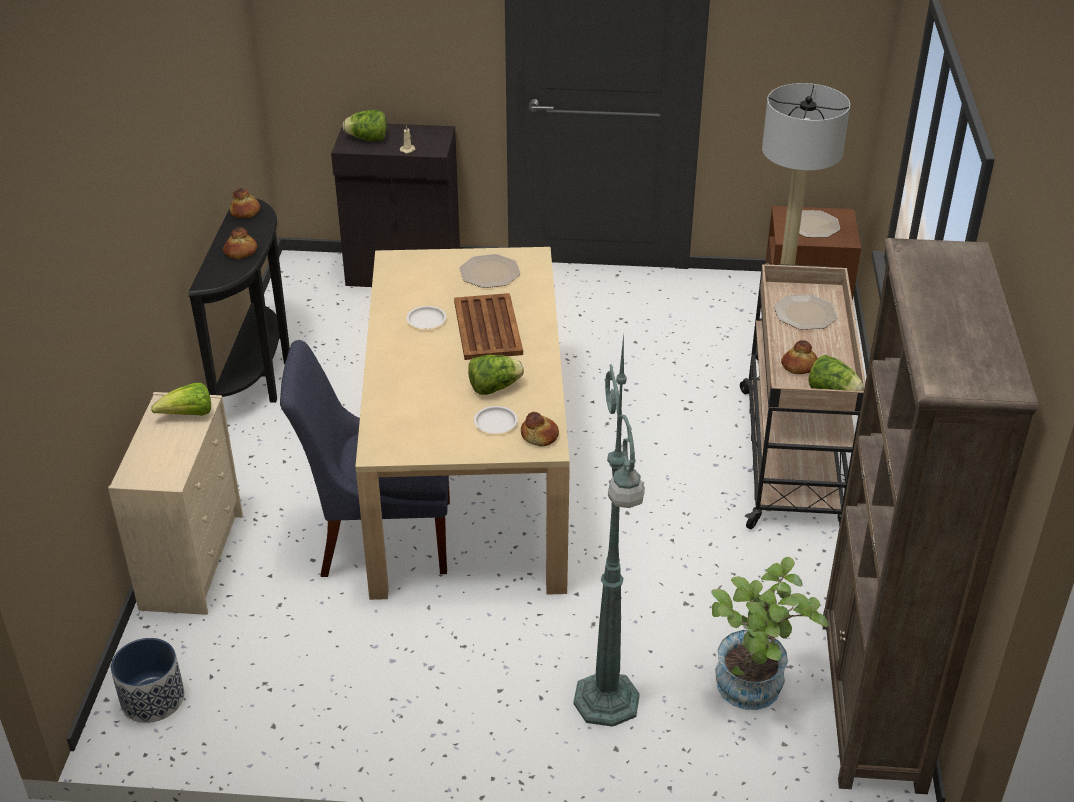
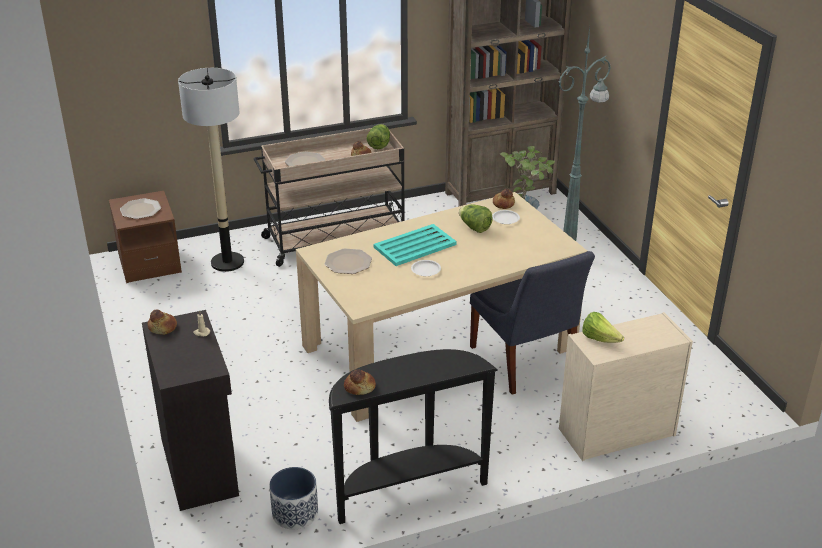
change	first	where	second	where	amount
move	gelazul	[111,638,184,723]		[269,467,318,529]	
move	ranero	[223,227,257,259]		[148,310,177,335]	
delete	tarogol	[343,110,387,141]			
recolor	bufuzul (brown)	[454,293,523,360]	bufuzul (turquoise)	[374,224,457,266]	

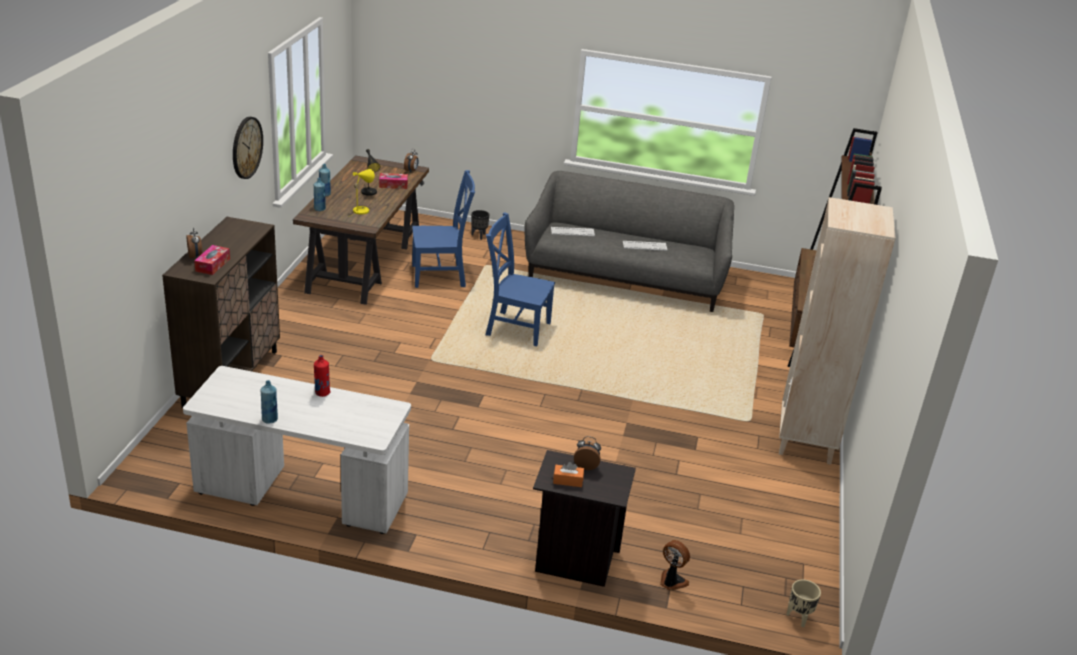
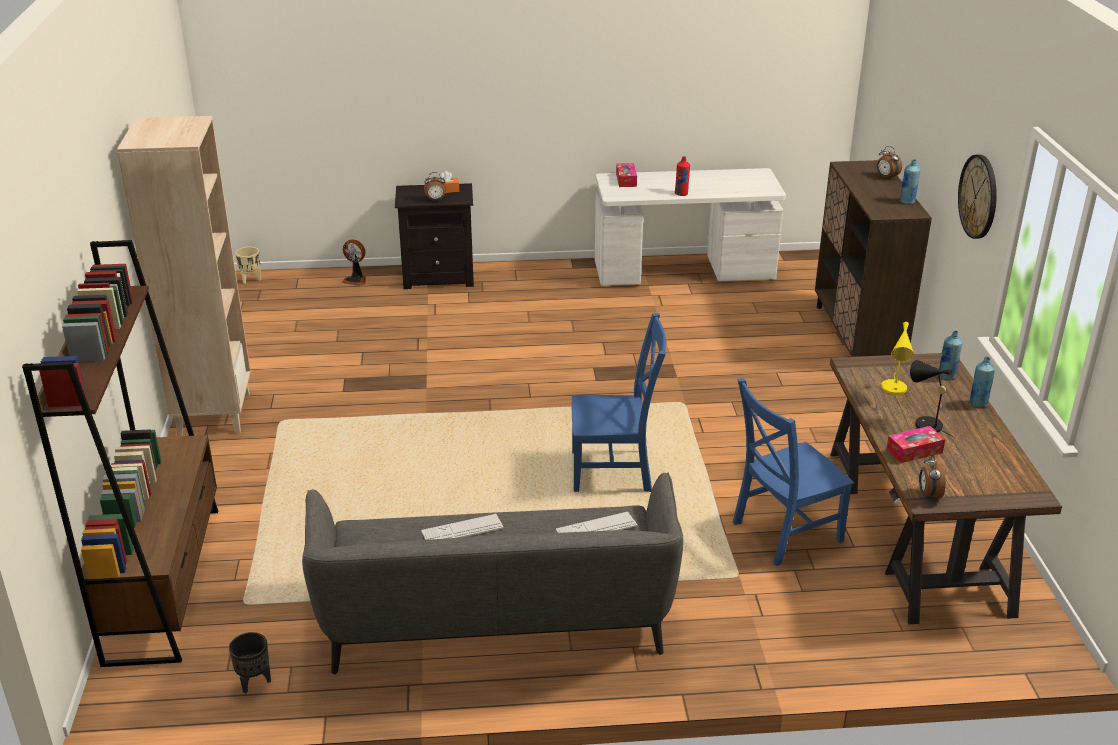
change	first	where	second	where	amount
move	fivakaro	[194,245,230,275]		[616,163,637,187]	
move	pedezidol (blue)	[260,380,278,424]		[900,159,920,204]	
move	gelazul (black)	[471,210,489,240]		[229,632,271,693]	

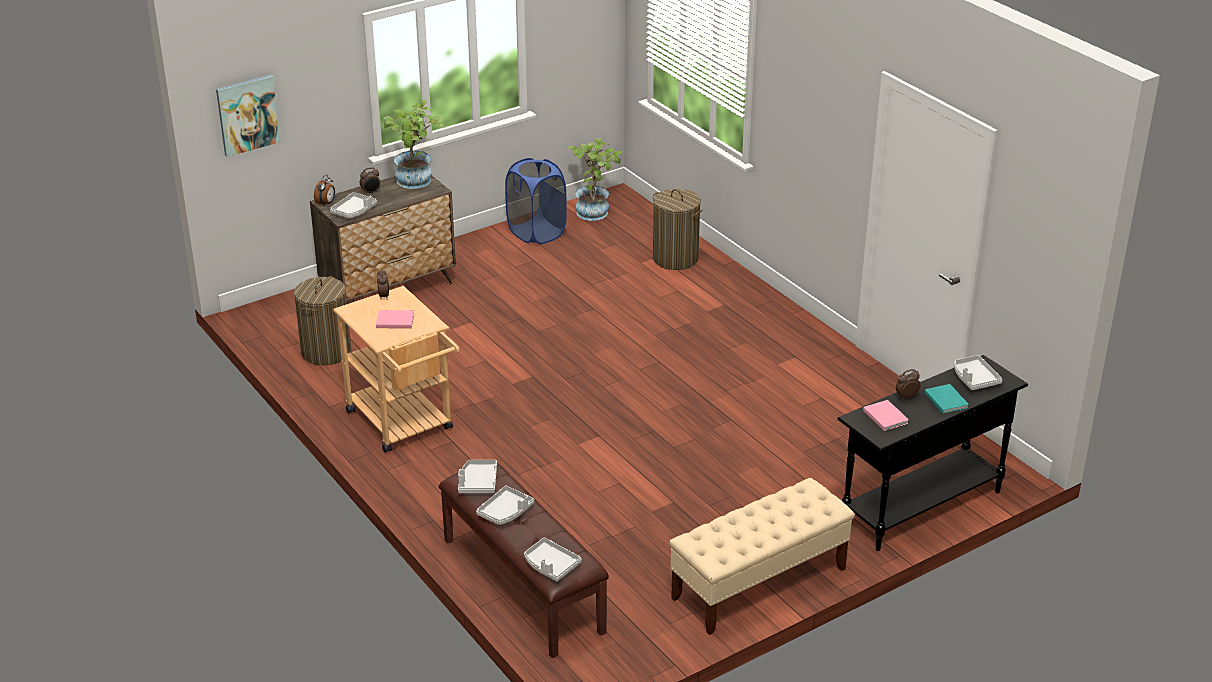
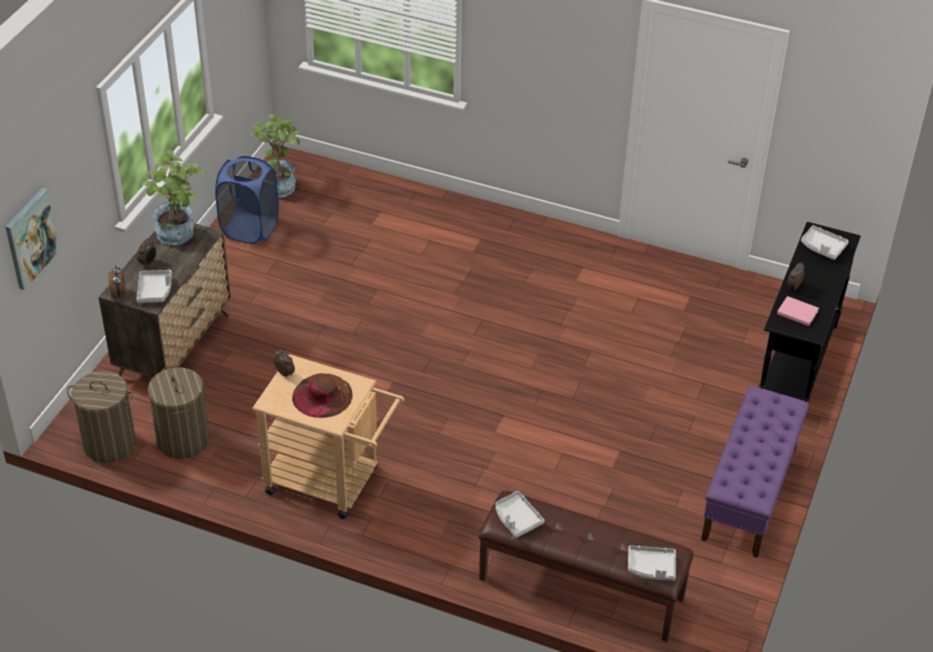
change	first	where	second	where	amount
replace	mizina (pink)	[376,310,414,329]	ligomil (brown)	[292,373,353,418]	
delete	bufuzul (grey)	[476,486,534,525]			
move	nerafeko	[653,189,703,270]		[67,371,136,463]	
recolor	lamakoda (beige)	[669,478,855,635]	lamakoda (purple)	[701,386,809,558]	
delete	mizina (turquoise)	[925,384,969,414]			

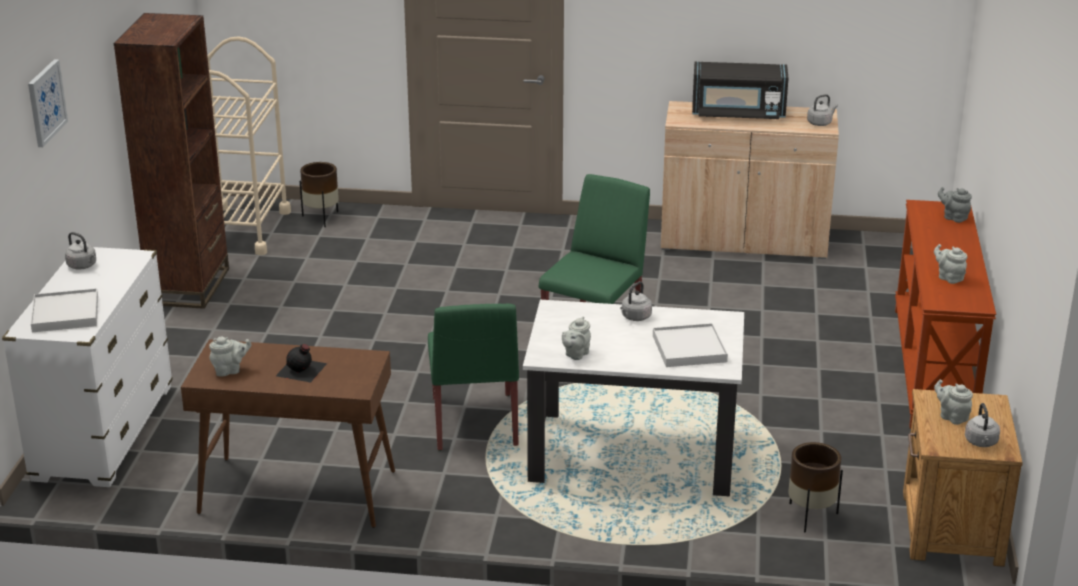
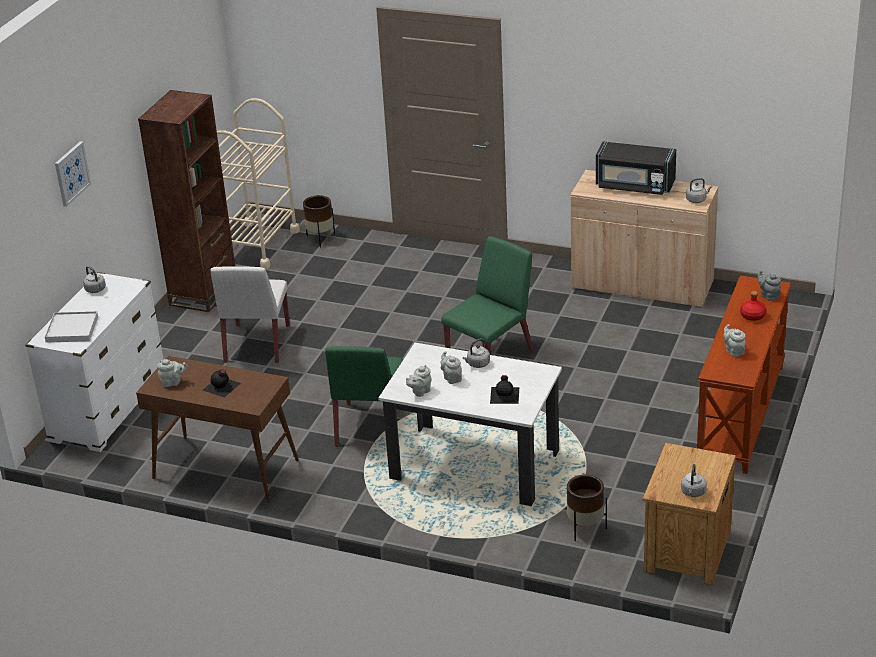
change	first	where	second	where	amount
replace	bufuzul (white)	[653,323,728,367]	pedezidol (black)	[490,375,519,404]	
move	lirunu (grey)	[934,379,973,425]		[440,351,462,384]	
insert			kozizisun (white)	[211,266,290,363]	
insert			pedezidol (red)	[740,291,766,321]	

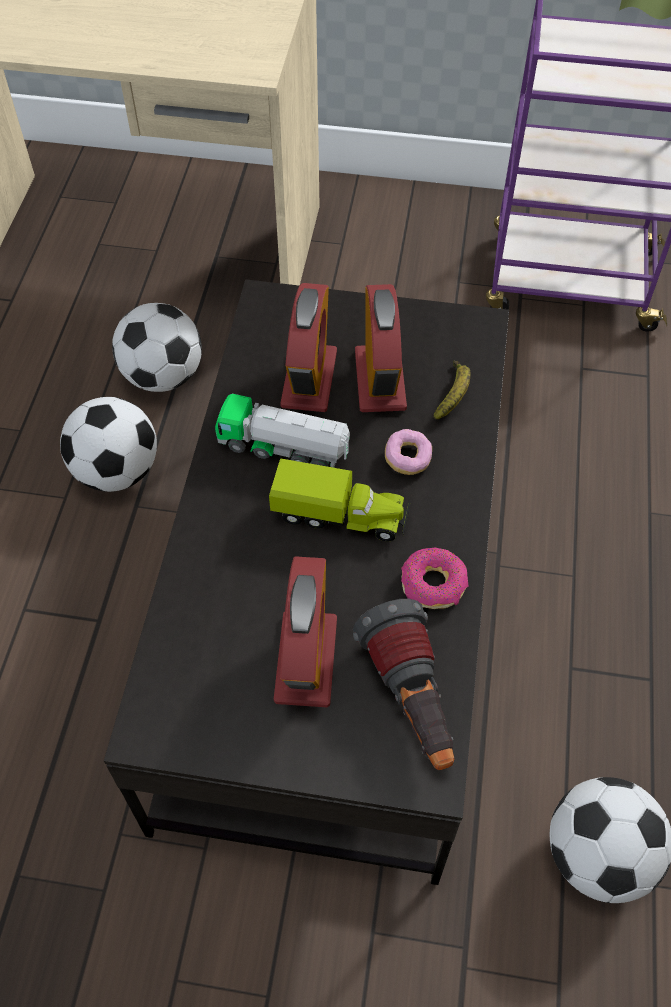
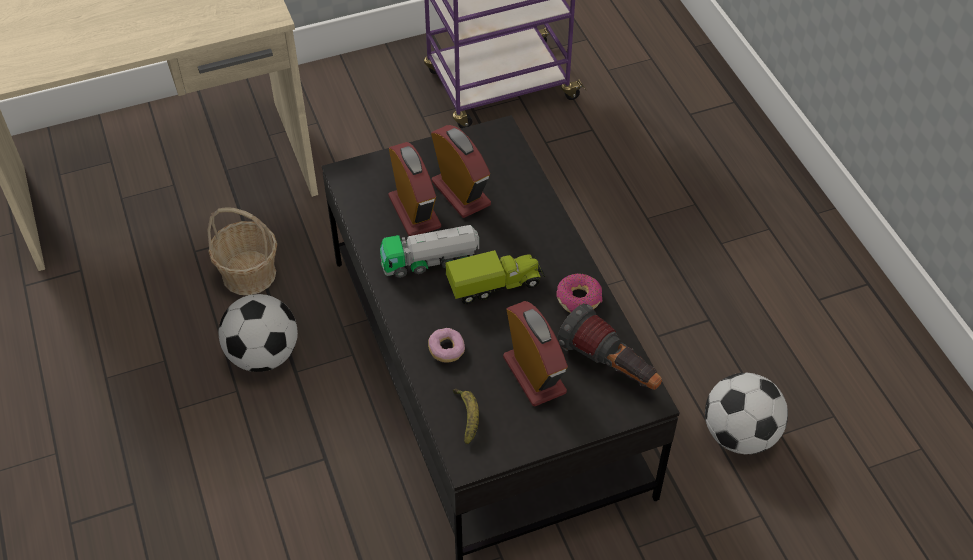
change	first	where	second	where	amount
replace	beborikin	[112,303,202,392]	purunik	[207,207,277,295]	
move	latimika	[385,429,432,475]		[428,328,465,362]	
move	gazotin	[433,361,470,419]		[453,388,479,444]	

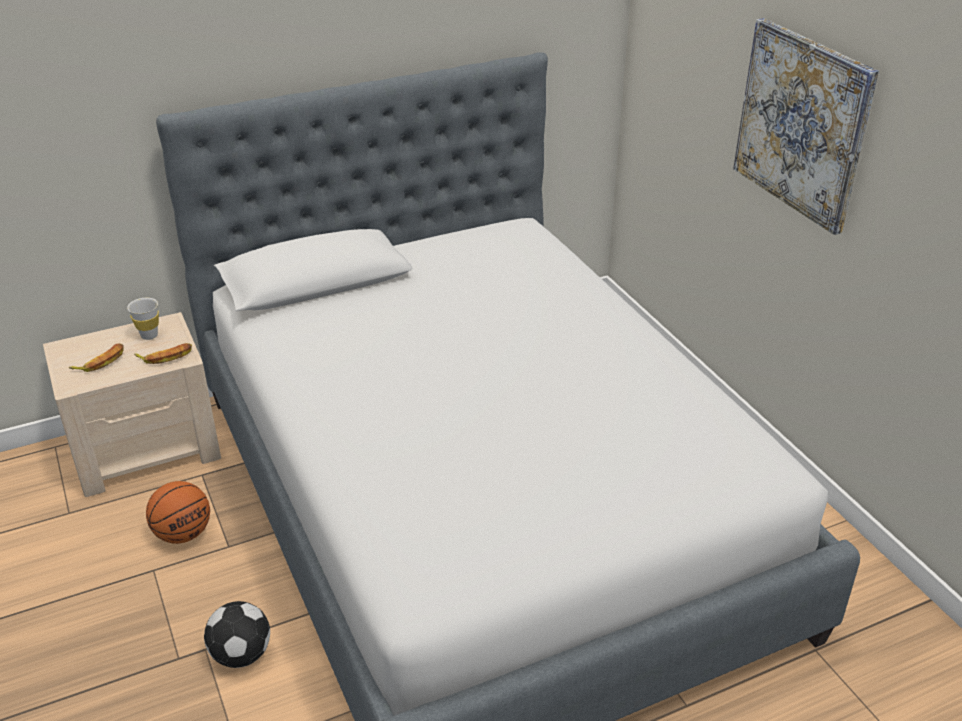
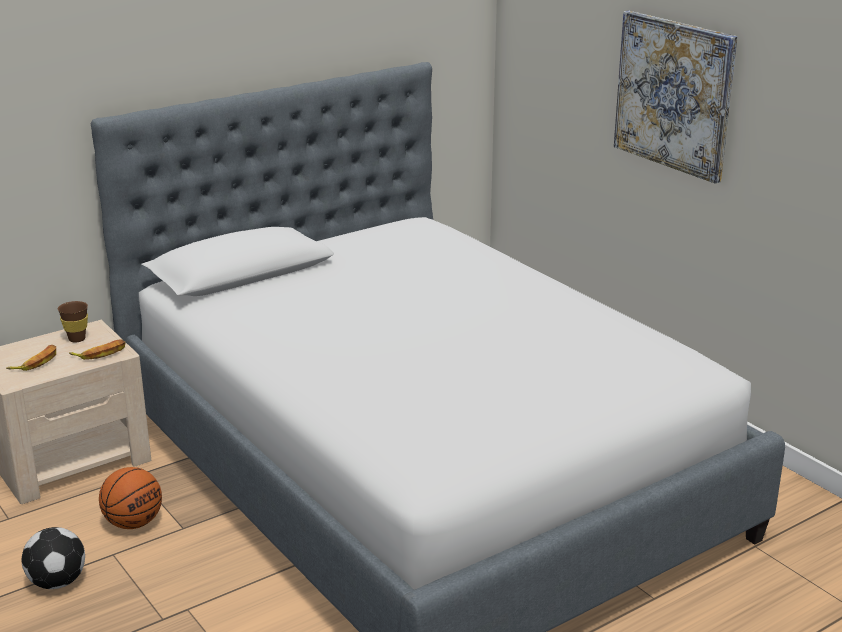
change	first	where	second	where	amount
recolor	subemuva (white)	[127,298,159,340]	subemuva (brown)	[58,301,88,343]	
move	beborikin	[204,601,270,668]		[22,527,85,589]	

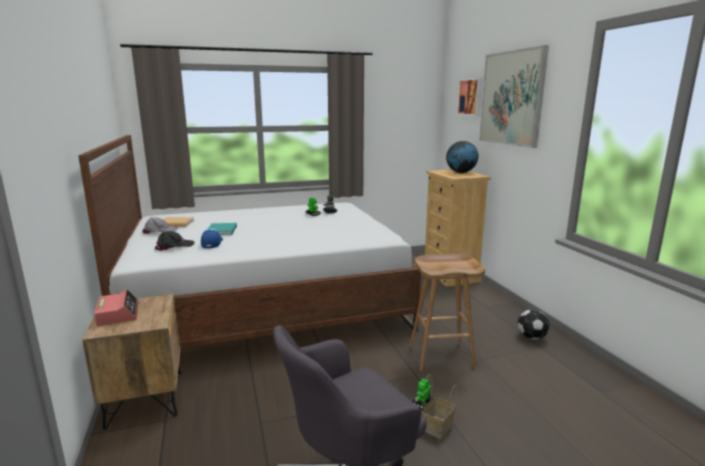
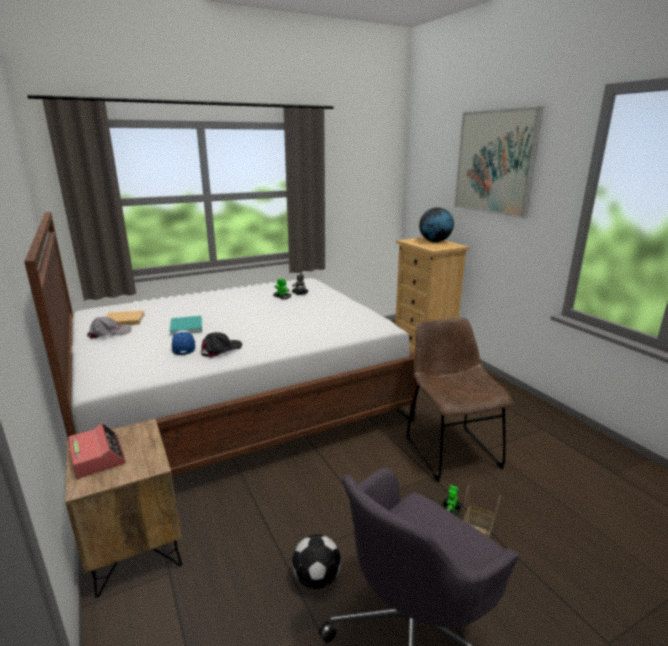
change	first	where	second	where	amount
move	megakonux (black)	[155,231,194,251]		[201,332,243,358]	
replace	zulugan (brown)	[410,254,485,371]	kozizisun (brown)	[406,317,513,481]	
delete	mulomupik	[457,78,483,116]			
move	beborikin	[518,309,550,340]		[292,534,341,589]	

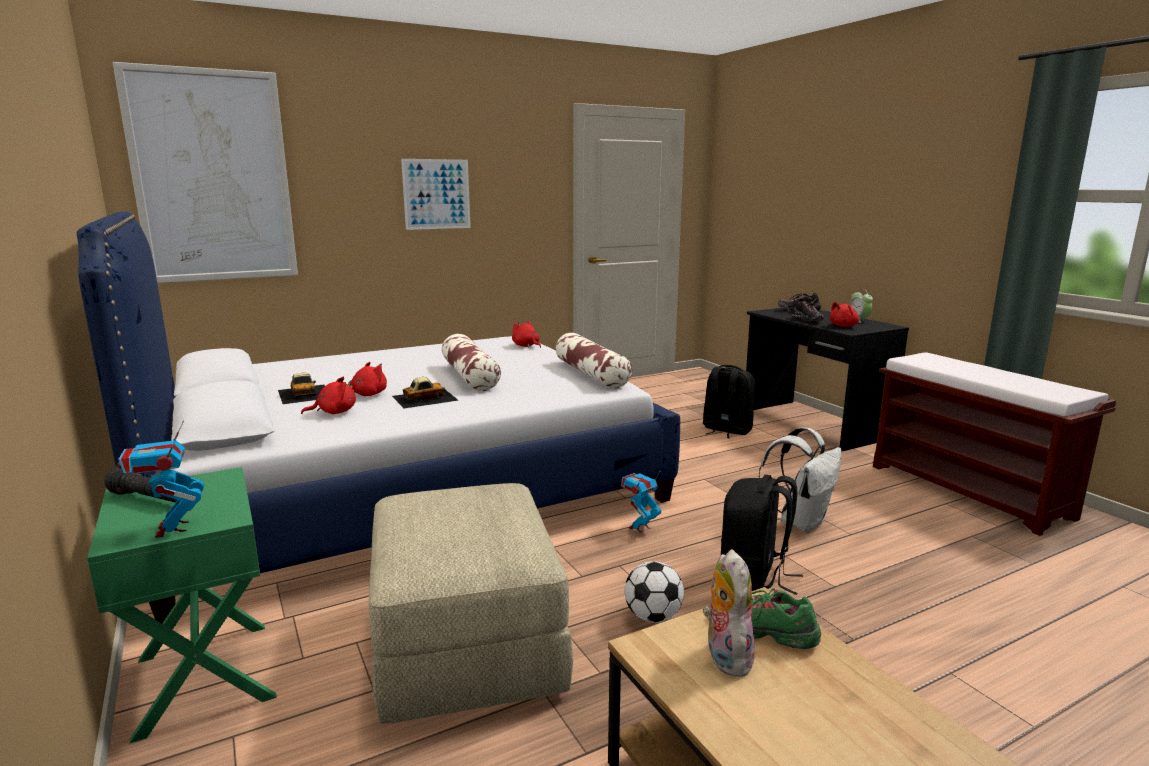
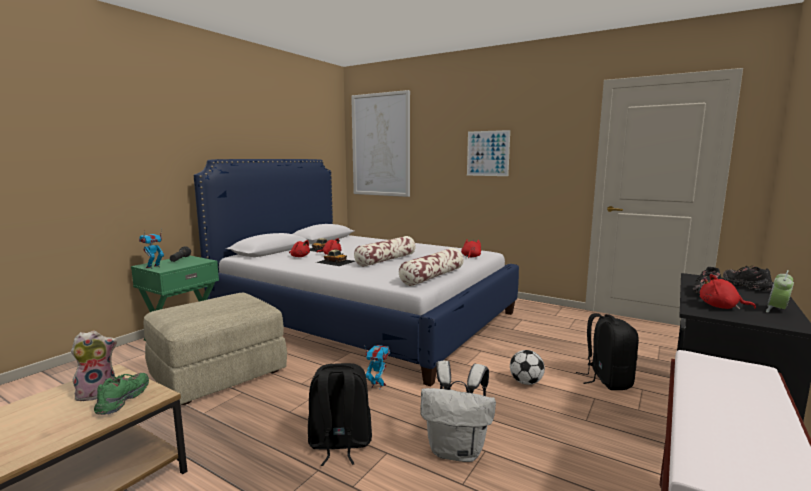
change	first	where	second	where	amount
move	beborikin	[625,561,684,623]		[510,350,545,385]	

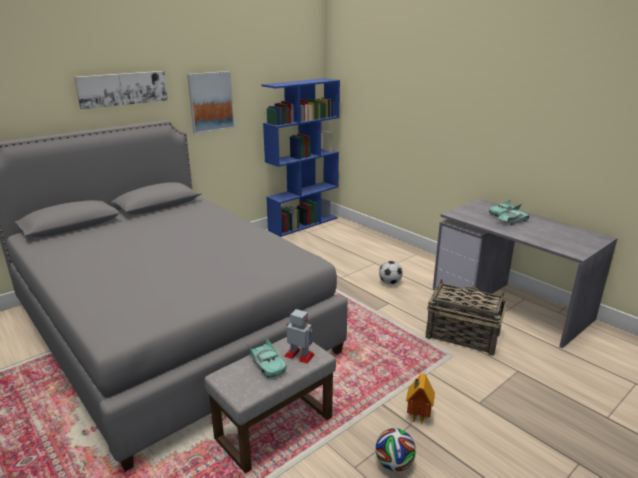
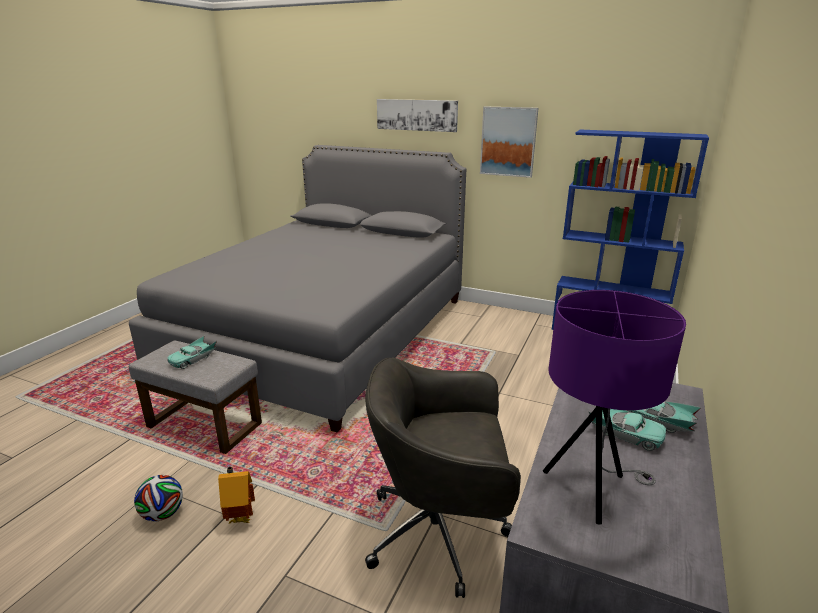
change	first	where	second	where	amount
delete	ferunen	[284,309,315,364]			
delete	beborikin	[379,261,403,284]			
replace	purunik	[426,279,507,356]	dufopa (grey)	[365,357,521,598]	
insert			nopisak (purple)	[543,290,686,525]	

